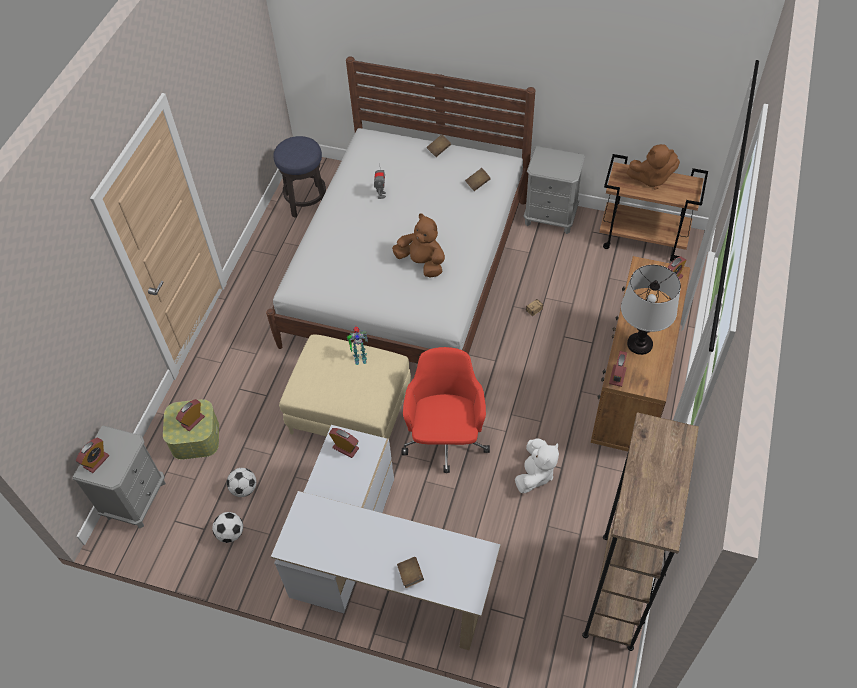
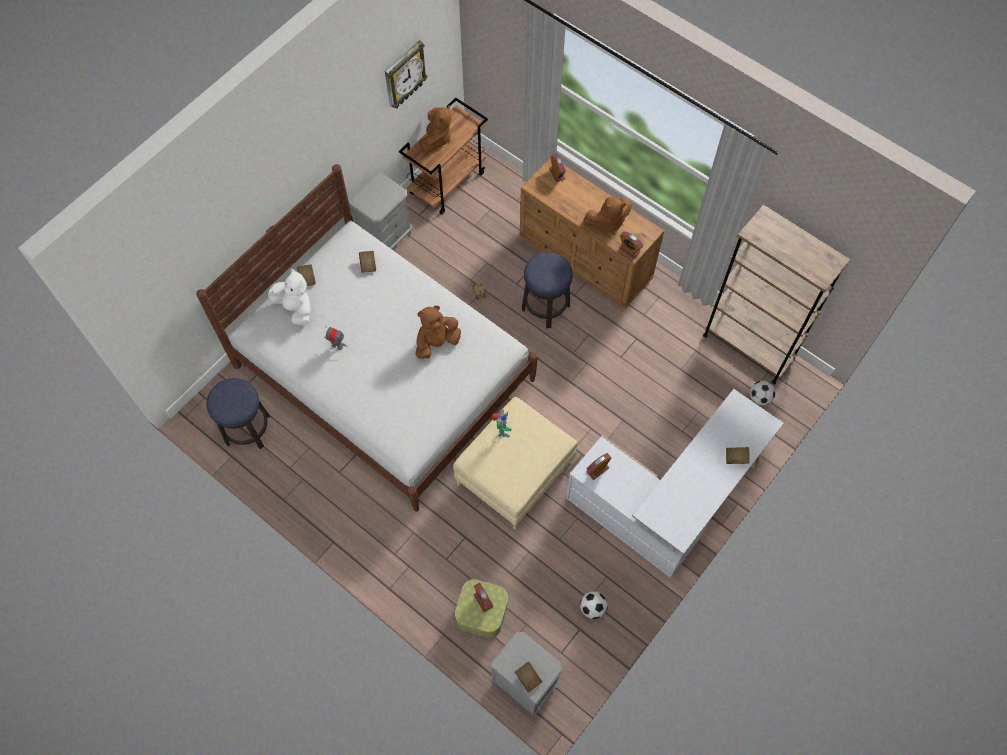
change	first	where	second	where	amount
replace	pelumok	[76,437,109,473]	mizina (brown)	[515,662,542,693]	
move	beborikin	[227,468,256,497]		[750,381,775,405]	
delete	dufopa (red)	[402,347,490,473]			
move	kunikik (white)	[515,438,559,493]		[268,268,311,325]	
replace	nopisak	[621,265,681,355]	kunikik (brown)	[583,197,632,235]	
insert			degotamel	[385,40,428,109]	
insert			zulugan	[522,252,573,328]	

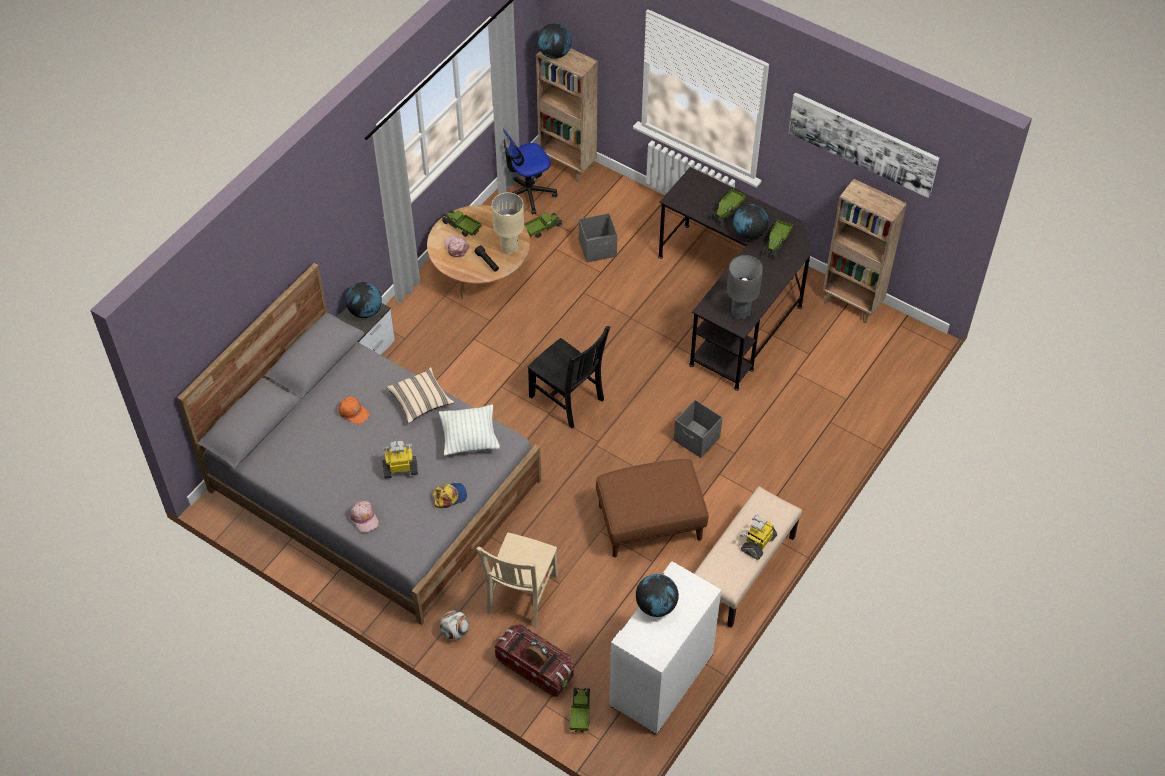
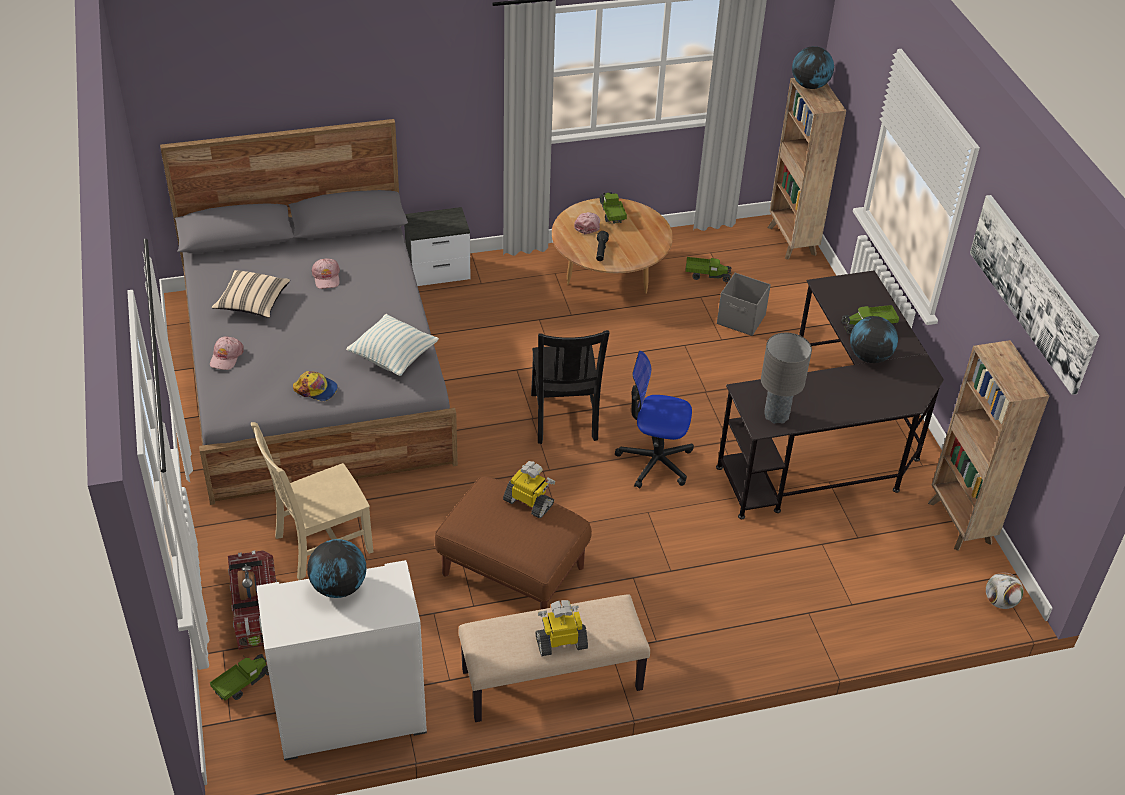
change	first	where	second	where	amount
recolor	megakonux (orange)	[339,396,370,425]	megakonux (pink)	[311,258,340,289]	
delete	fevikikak	[346,282,382,318]			
move	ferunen	[382,441,418,479]		[503,461,555,518]	
move	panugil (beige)	[387,367,454,423]		[212,270,290,318]	
move	beborikin	[440,610,469,640]		[986,573,1023,609]	
delete	nopisak (beige)	[492,193,524,255]			
move	dufopa	[503,128,557,215]		[615,351,694,489]	
delete	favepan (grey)	[674,400,722,458]			
delete	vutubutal	[762,220,793,258]			

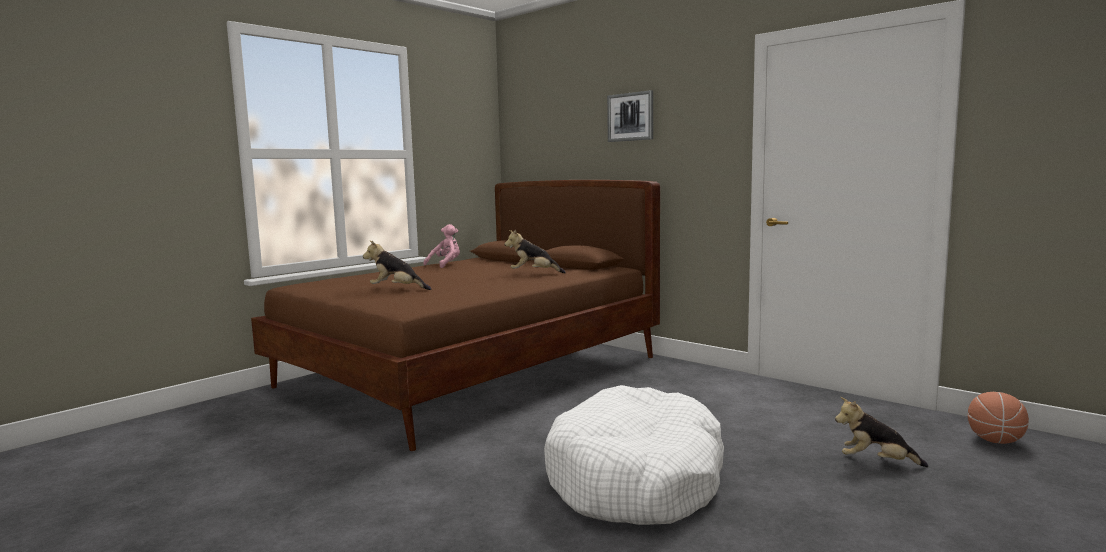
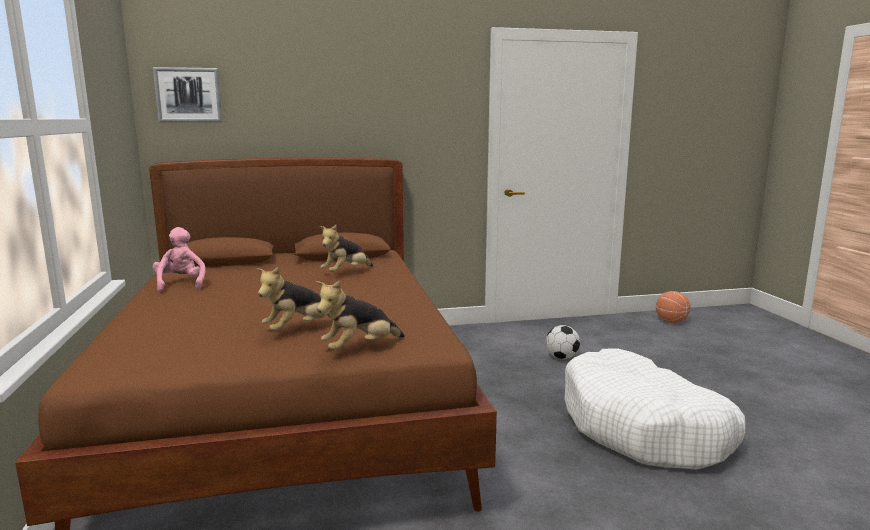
change	first	where	second	where	amount
move	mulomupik	[607,90,653,142]		[153,67,223,122]	
move	kunikik	[835,397,928,467]		[316,281,405,350]	
insert			beborikin	[546,325,580,359]	

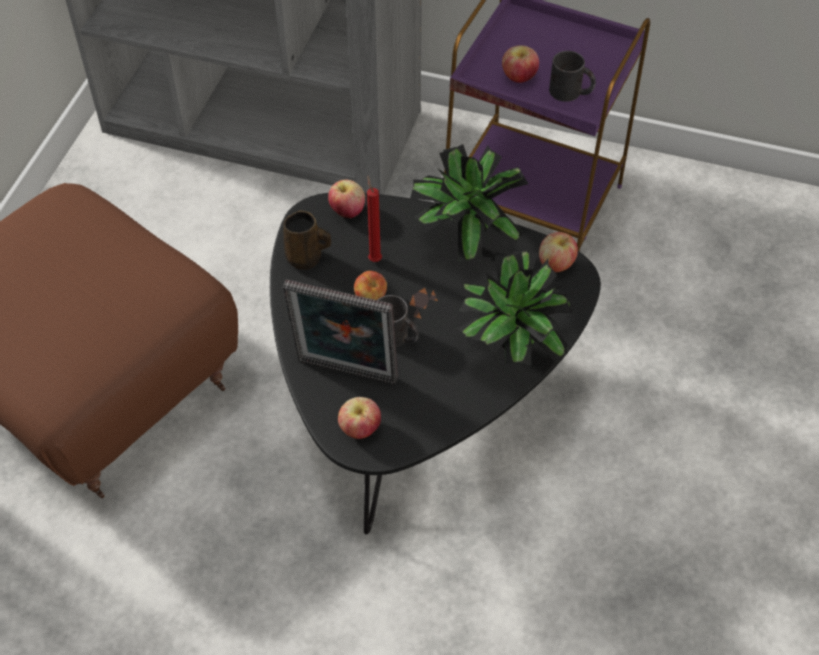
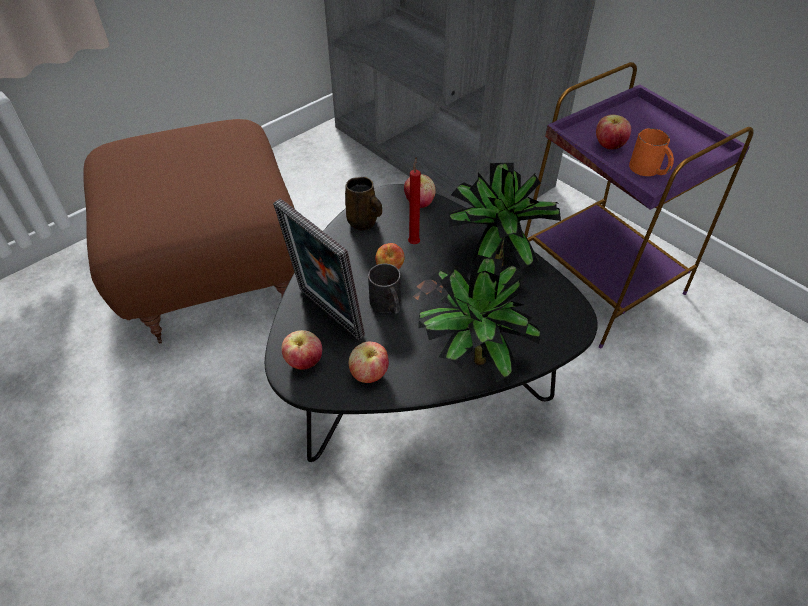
change	first	where	second	where	amount
move	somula	[539,232,578,272]		[348,342,389,383]	
recolor	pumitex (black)	[549,51,596,102]	pumitex (orange)	[629,128,674,176]	

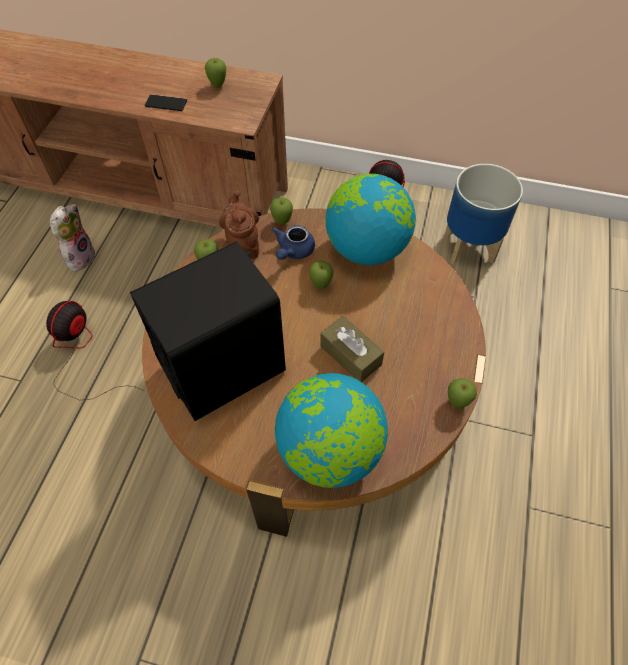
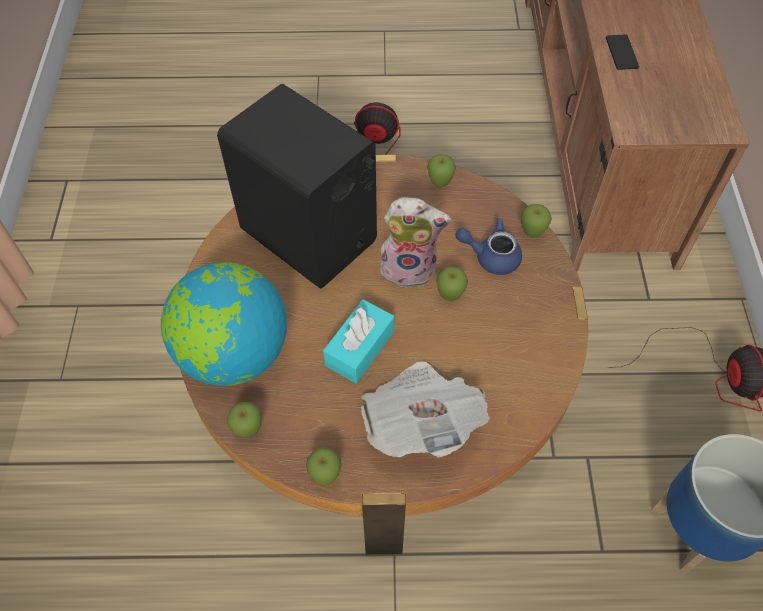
change	first	where	second	where	amount
move	kunikik	[50,204,96,271]		[380,197,451,288]	
move	somula	[205,58,226,88]		[227,402,262,438]	
delete	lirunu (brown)	[219,191,259,259]			
recolor	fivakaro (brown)	[320,316,384,382]	fivakaro (turquoise)	[323,299,394,383]	
delete	fevikikak	[325,174,416,265]			
insert			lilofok	[361,362,490,458]	

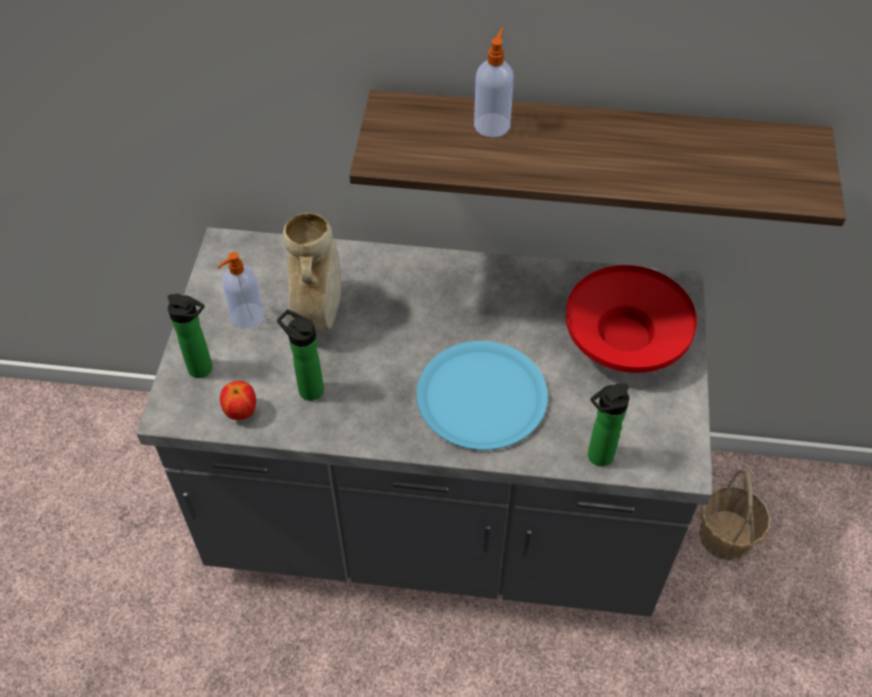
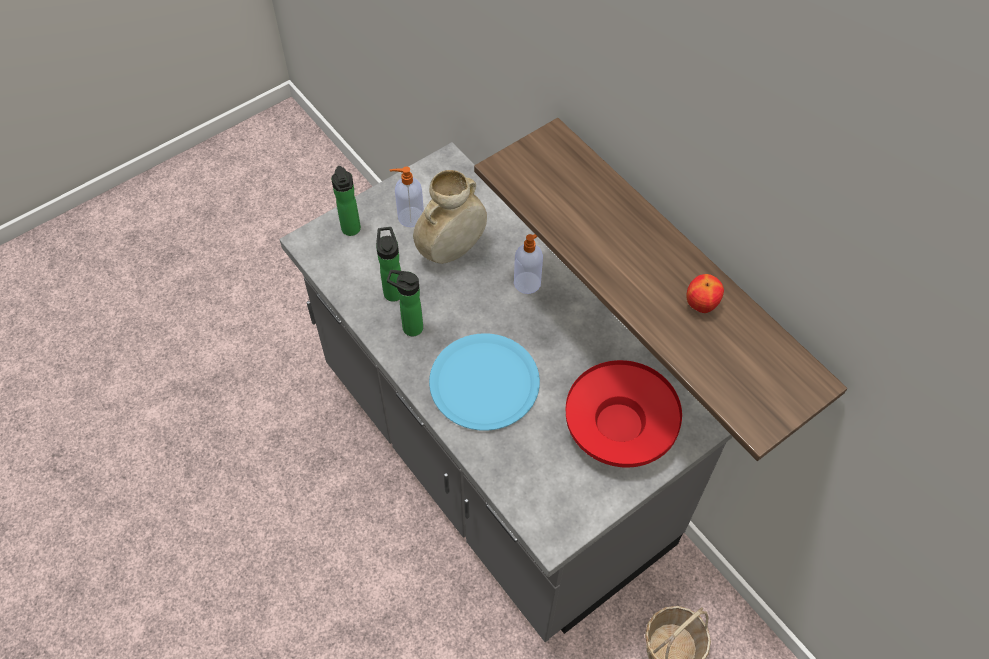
change	first	where	second	where	amount
move	somula	[220,381,256,420]		[686,274,724,313]	
move	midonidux	[474,28,514,138]		[514,234,543,294]	
move	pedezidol	[588,383,629,467]		[387,270,423,336]	

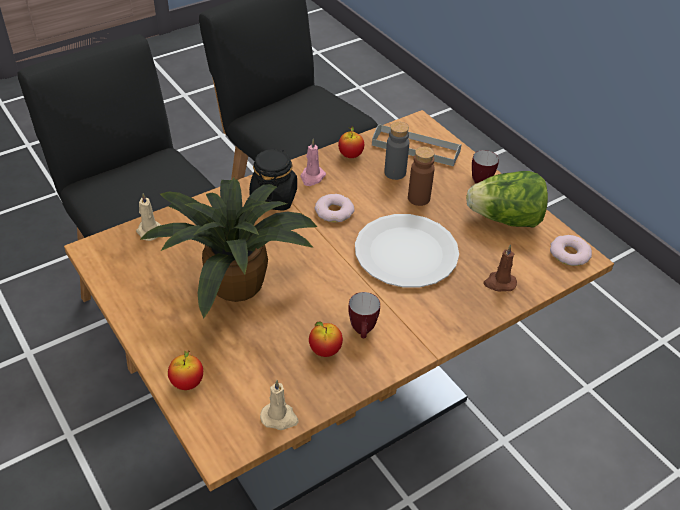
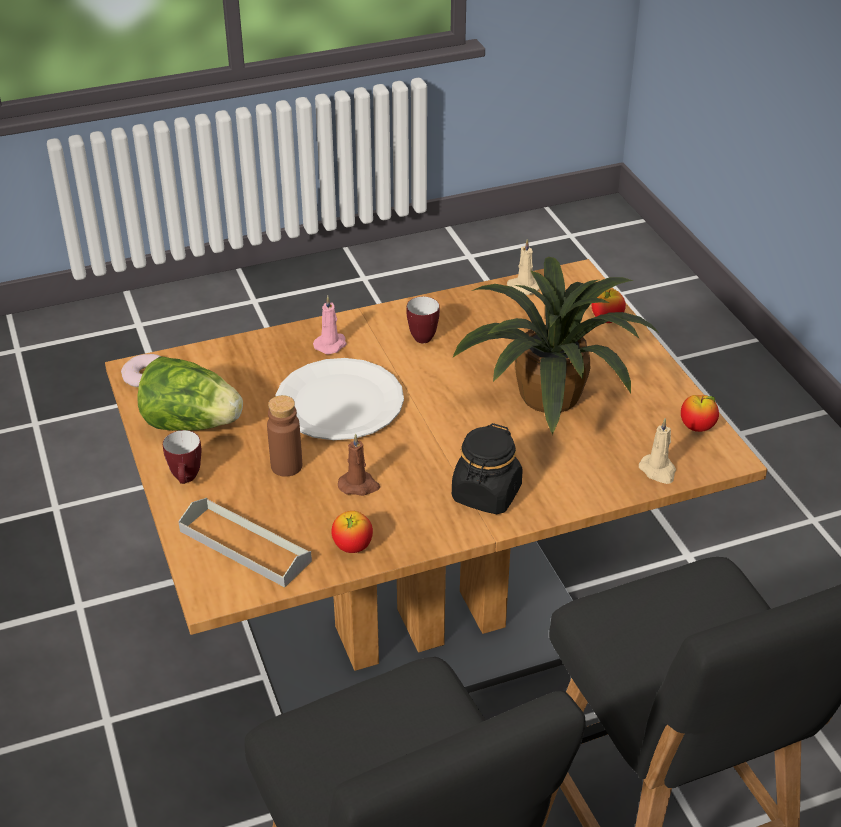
change	first	where	second	where	amount
move	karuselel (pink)	[300,139,326,186]		[313,296,347,354]	
move	somula	[309,321,343,357]		[681,395,719,432]	
delete	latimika	[315,194,354,223]			
delete	pedezidol (grey)	[384,122,409,180]			
move	karuselel (brown)	[484,245,517,292]		[338,433,380,496]	

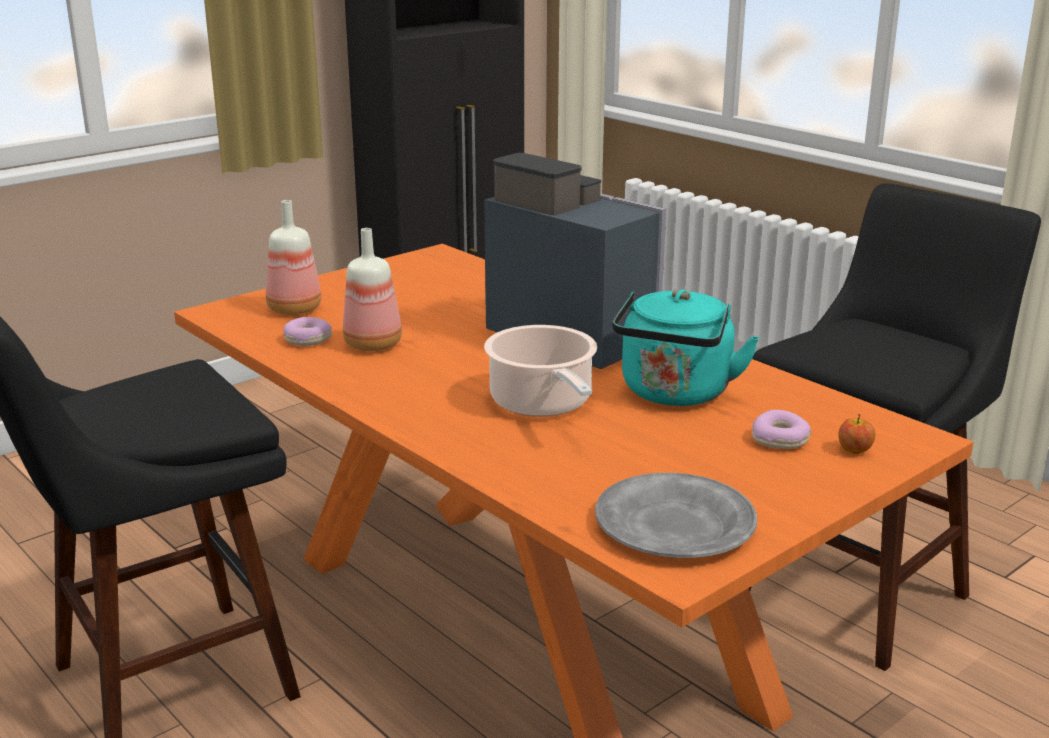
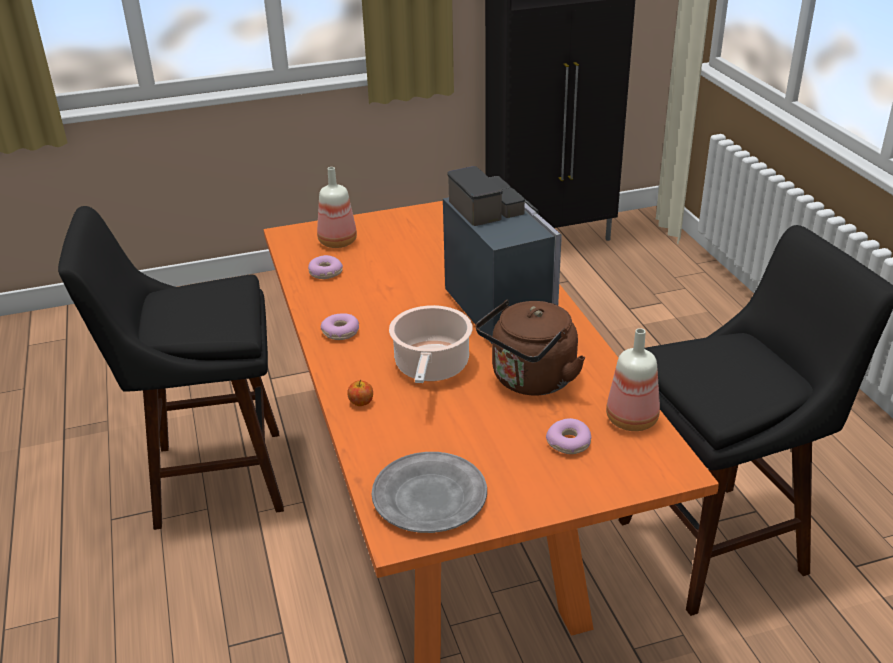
change	first	where	second	where	amount
move	pedezidol	[343,228,402,351]		[606,328,660,431]	
recolor	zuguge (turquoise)	[612,289,760,406]	zuguge (brown)	[476,300,585,396]	
move	somula	[838,414,875,454]		[347,380,373,406]	
insert			latimika	[321,313,359,340]	

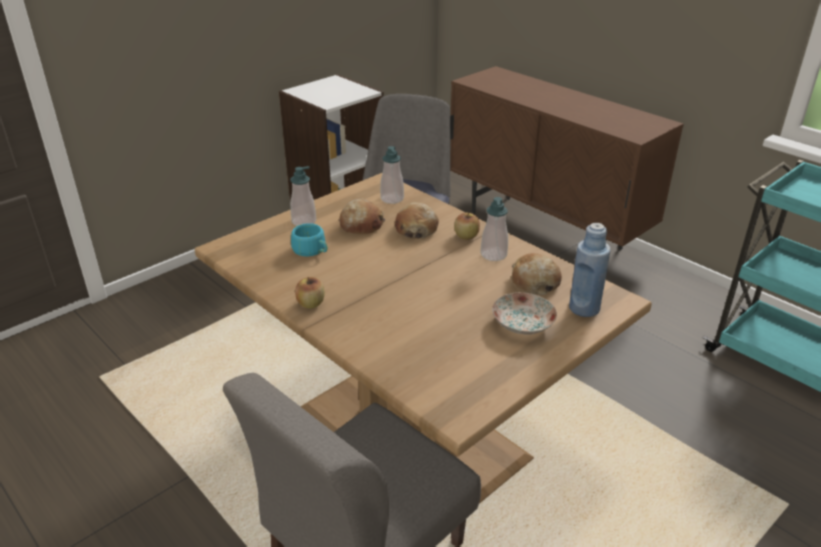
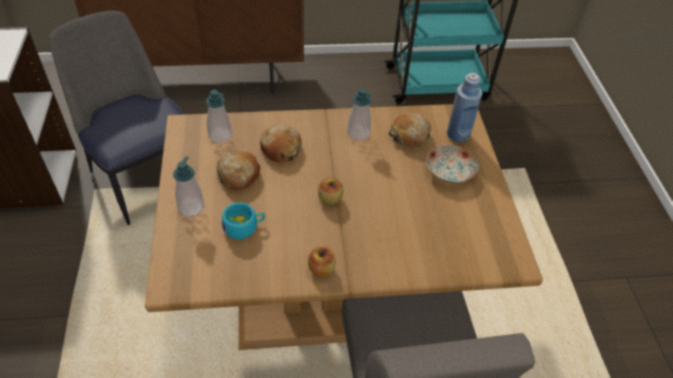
change	first	where	second	where	amount
move	somula	[455,212,480,240]		[318,178,343,205]	

